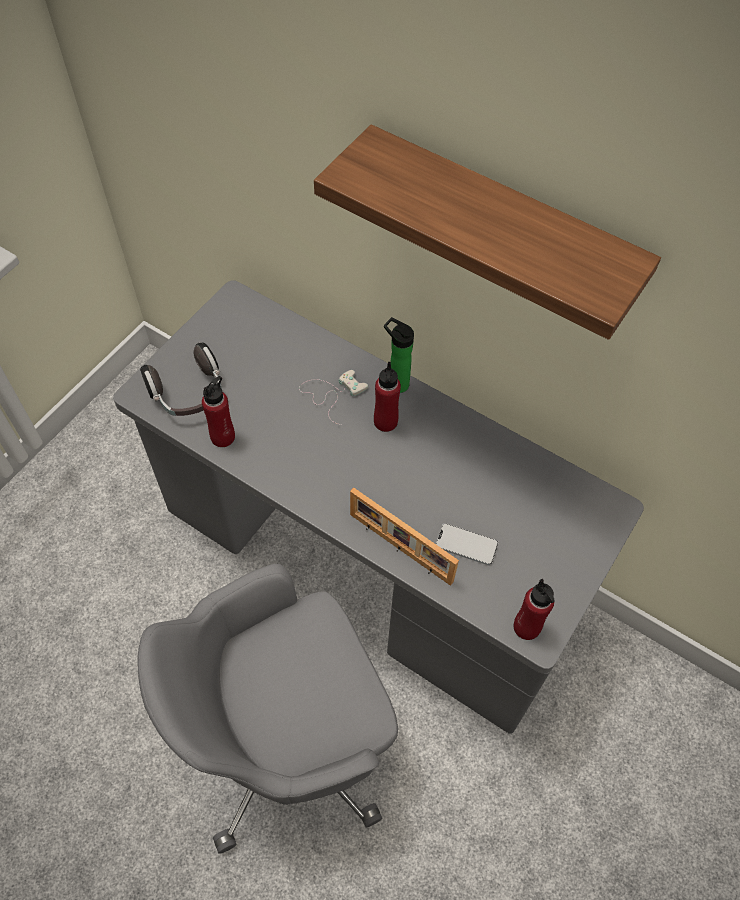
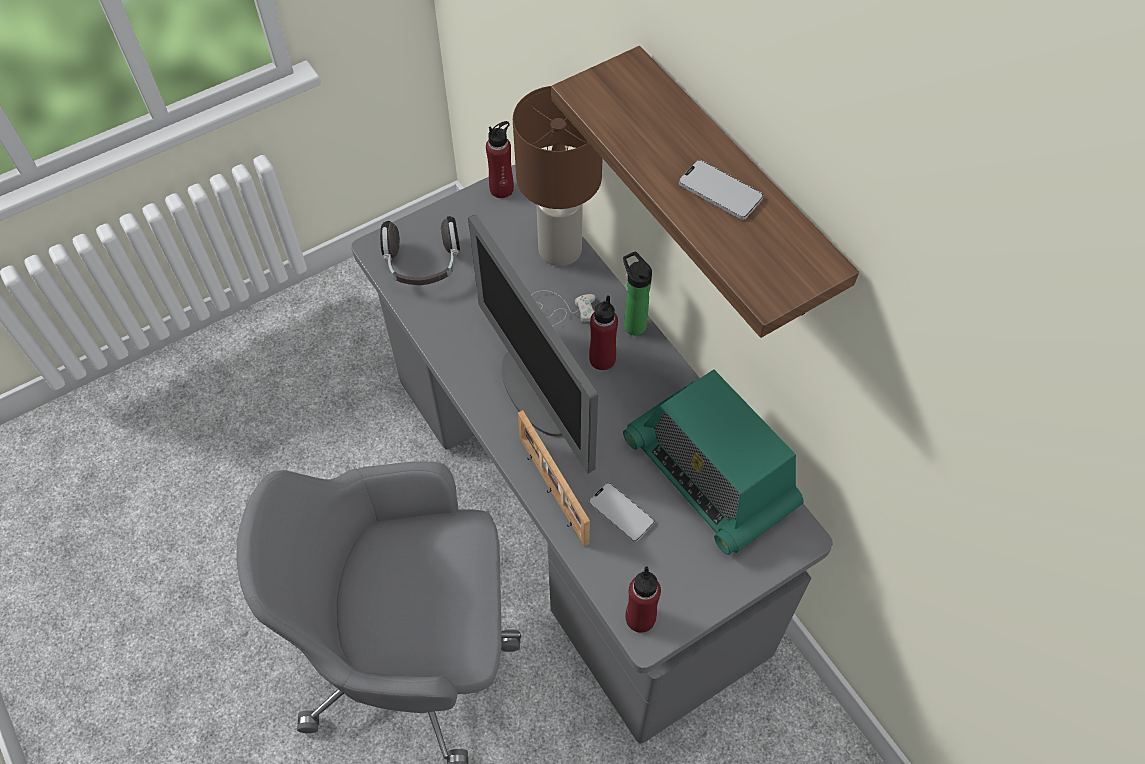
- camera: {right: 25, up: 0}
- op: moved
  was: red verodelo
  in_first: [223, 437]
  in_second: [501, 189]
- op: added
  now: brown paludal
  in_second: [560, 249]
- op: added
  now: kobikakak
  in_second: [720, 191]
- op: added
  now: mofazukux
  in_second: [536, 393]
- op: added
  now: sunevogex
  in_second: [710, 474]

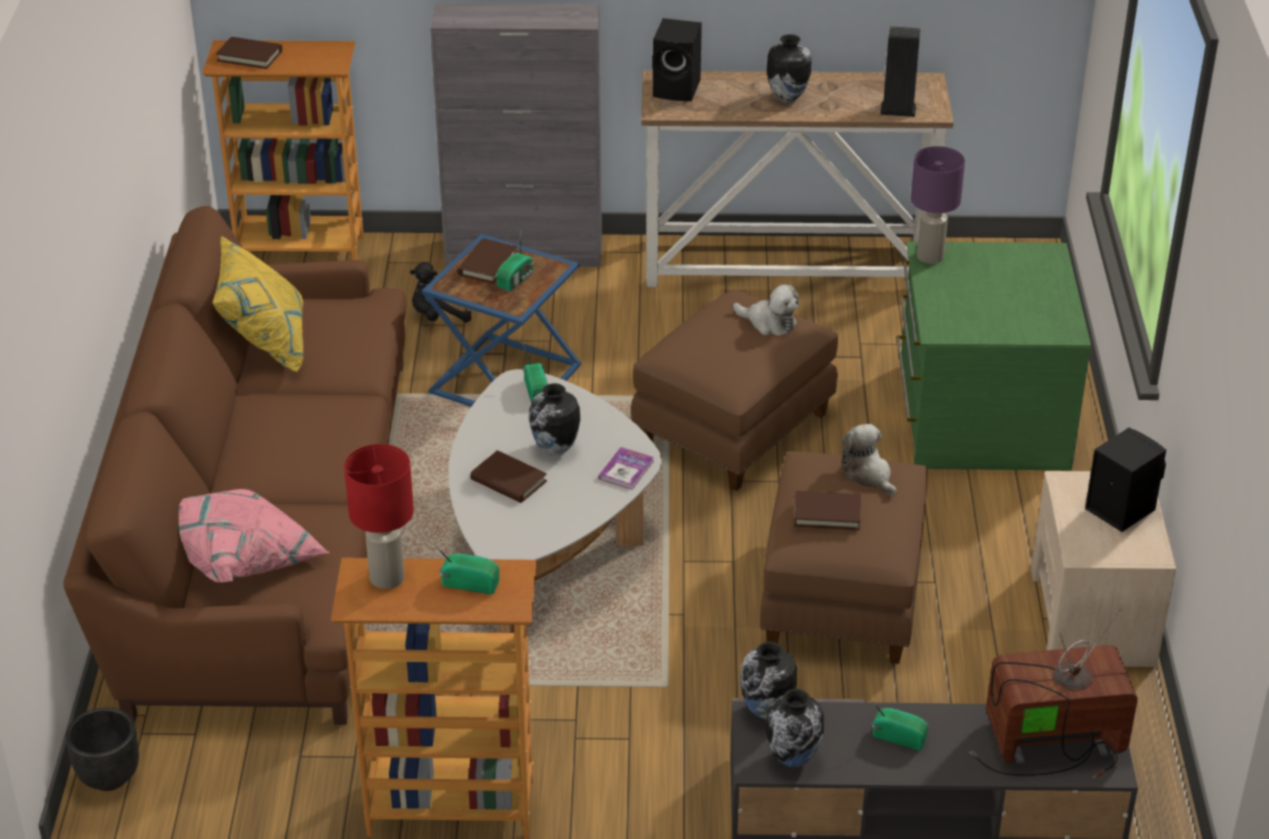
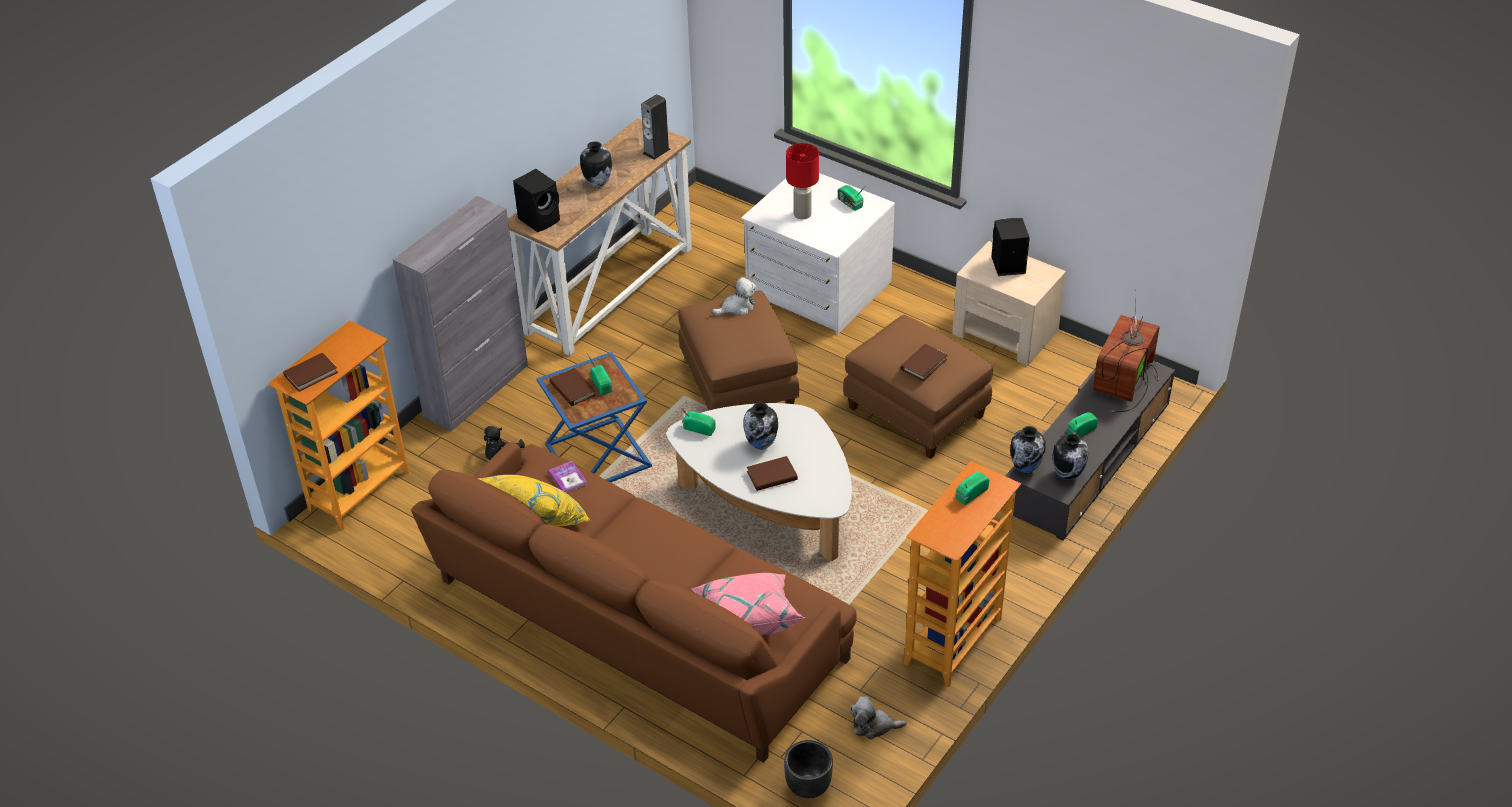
- camera: {right: -55, up: 5}
- op: removed
  was: purple paludal
  in_first: [931, 257]
- op: recoloured
  was: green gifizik
  now: white gifizik
  in_first: [979, 416]
  in_second: [817, 289]
- op: moved
  was: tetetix
  in_first: [868, 475]
  in_second: [874, 726]
- op: moved
  was: red paludal
  in_first: [388, 578]
  in_second: [803, 214]
- op: moved
  was: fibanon
  in_first: [626, 470]
  in_second: [567, 478]
- op: added
  now: sunevogex
  in_second: [850, 203]

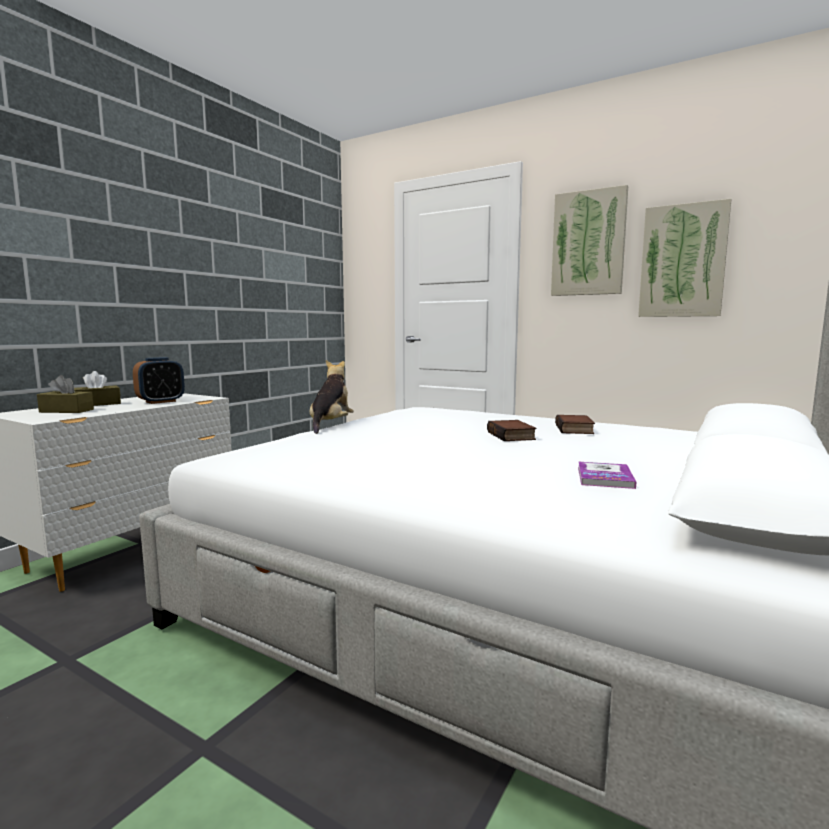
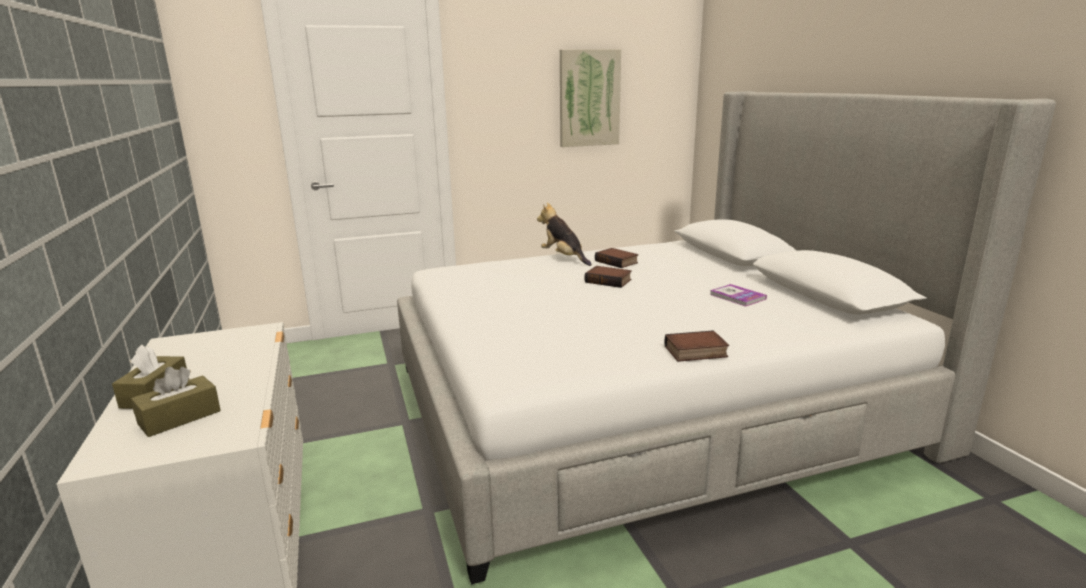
- camera: {right: -50, up: 10}
- op: removed
  was: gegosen
  in_first: [588, 243]
- op: removed
  was: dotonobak
  in_first: [161, 401]
- op: moved
  was: tetetix
  in_first: [330, 425]
  in_second: [564, 258]
- op: added
  now: fibanon
  in_second: [695, 352]

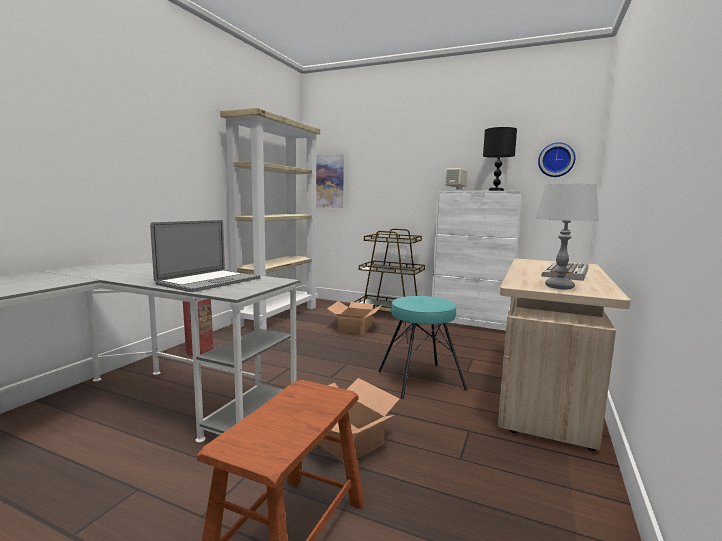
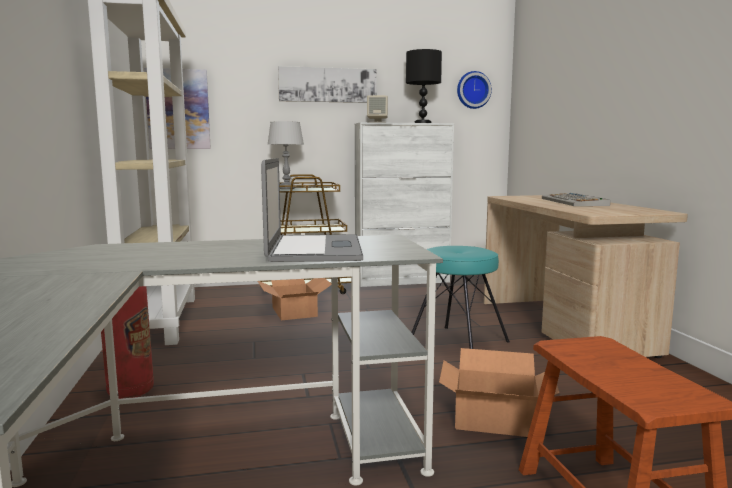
- camera: {right: -35, up: 0}
- op: moved
  was: grey paludal
  in_first: [559, 287]
  in_second: [287, 188]
- op: added
  now: gegosen
  in_second: [327, 85]

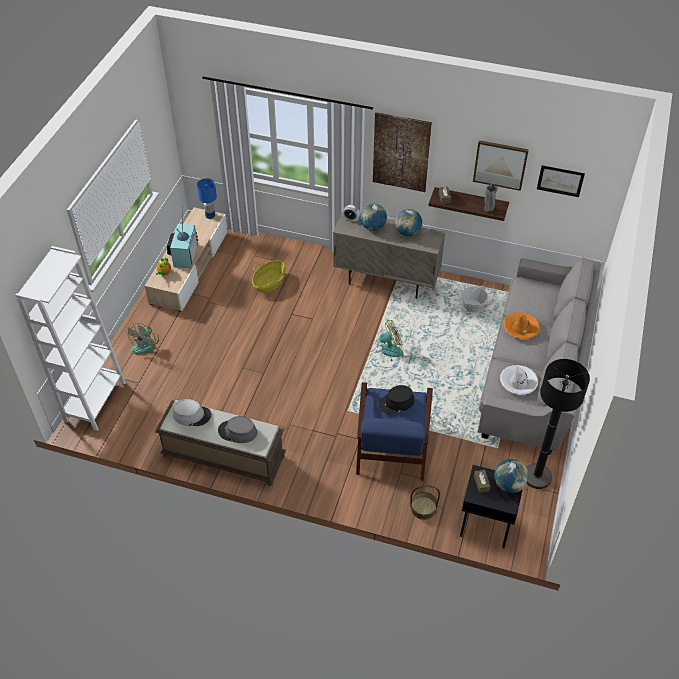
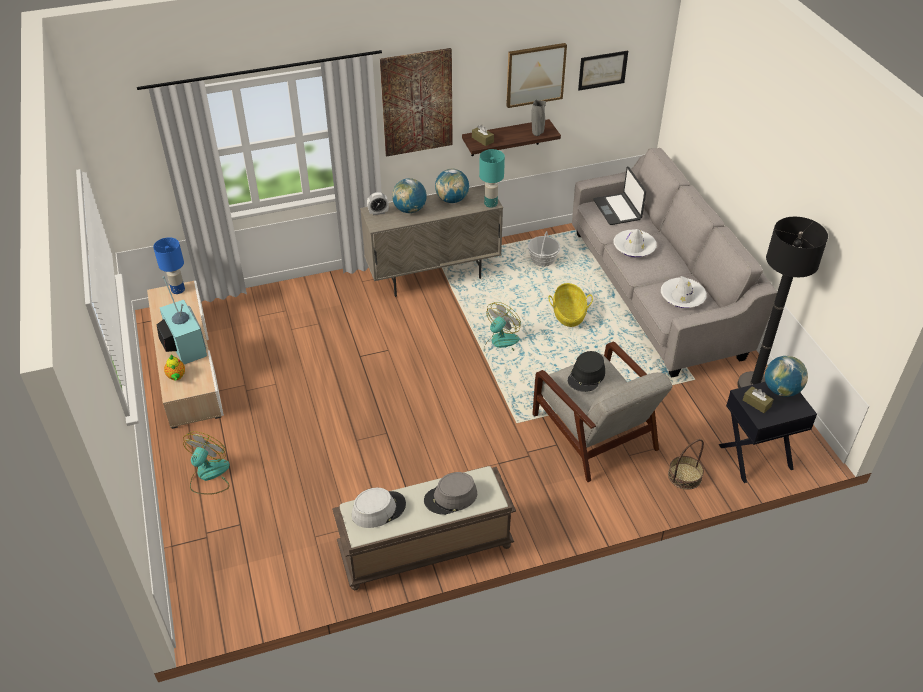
- camera: {right: -35, up: -5}
- op: removed
  was: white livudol
  in_first: [95, 401]
- op: moved
  was: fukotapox
  in_first: [269, 283]
  in_second: [569, 314]
- op: recoloured
  was: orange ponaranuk
  now: white ponaranuk
  in_first: [520, 328]
  in_second: [634, 247]
- op: turned
  was: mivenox
  in_first: [146, 344]
  in_second: [209, 475]
  clockwise: -150
- op: recoloured
  was: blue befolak
  now: grey befolak
  in_first: [392, 446]
  in_second: [595, 433]
- op: added
  now: turquoise paludal
  in_second: [491, 203]
- op: added
  now: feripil
  in_second: [618, 210]

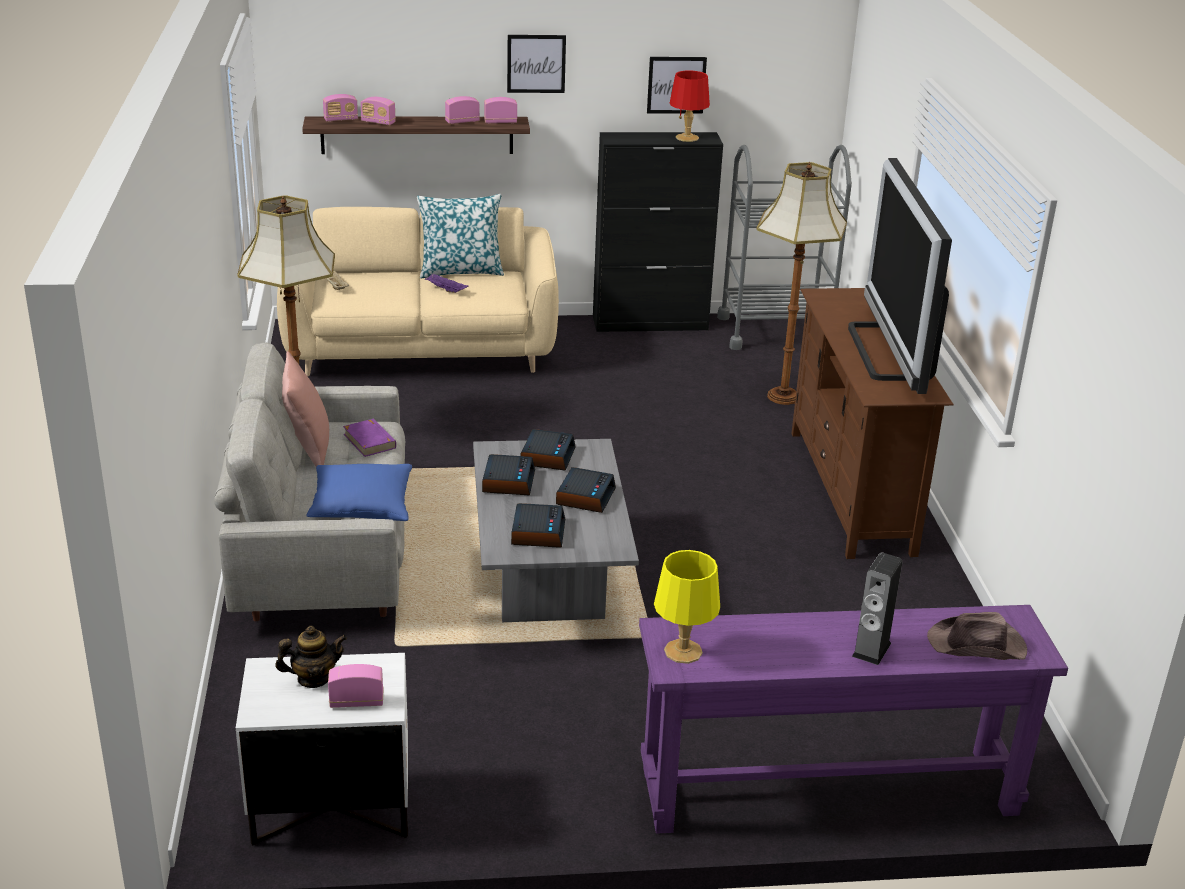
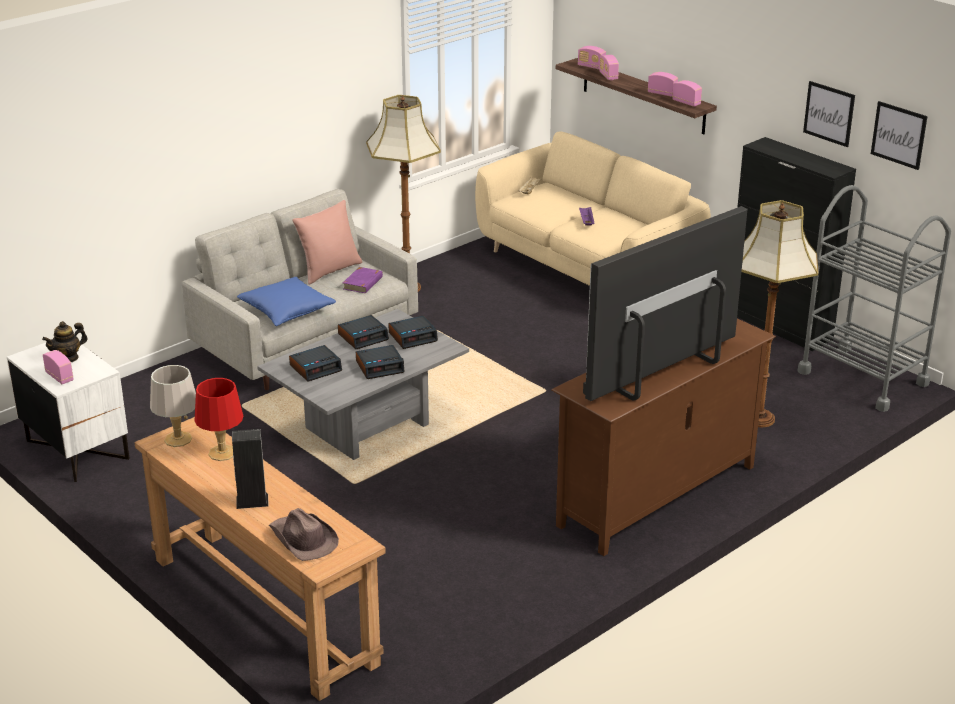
- camera: {right: 55, up: 0}
- op: moved
  was: gegosen
  in_first: [536, 63]
  in_second: [899, 135]
- op: moved
  was: red paludal
  in_first: [687, 138]
  in_second: [222, 453]
- op: removed
  was: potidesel
  in_first: [461, 271]
- op: recoloured
  was: yellow paludal
  now: grey paludal
  in_first: [682, 652]
  in_second: [177, 439]
- op: recoloured
  was: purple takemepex
  now: brown takemepex
  in_first: [828, 790]
  in_second: [263, 610]
- op: turned
  was: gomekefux
  in_first: [313, 678]
  in_second: [68, 358]
  clockwise: 105

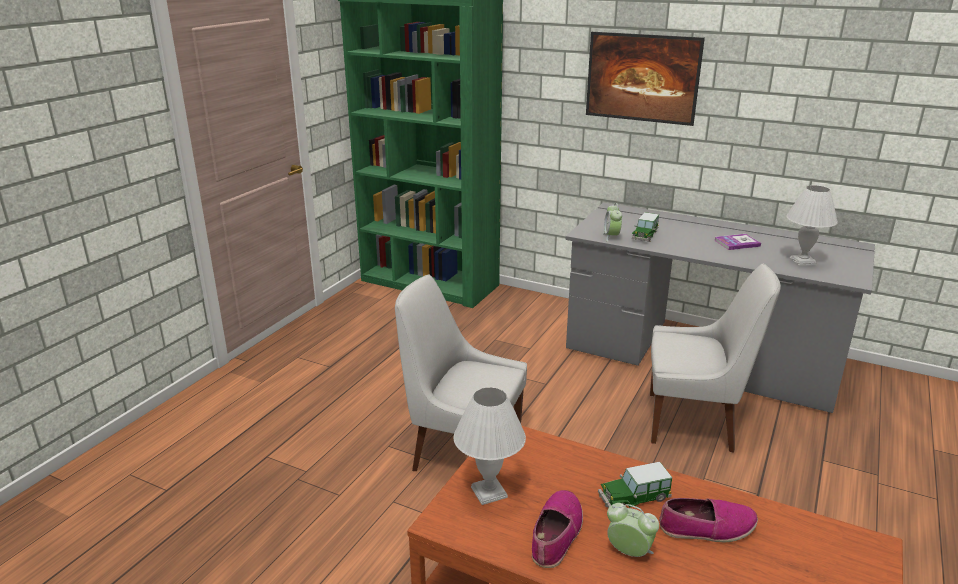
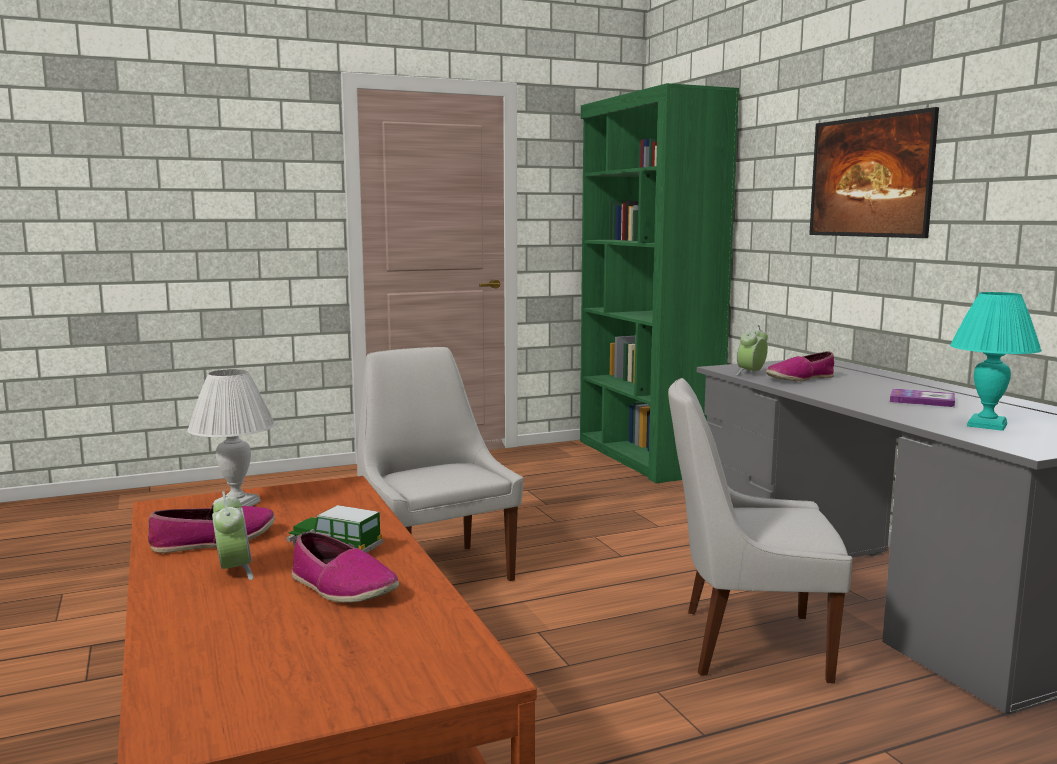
- camera: {right: 40, up: -15}
- op: recoloured
  was: white paludal
  now: turquoise paludal
  in_first: [802, 262]
  in_second: [985, 425]
- op: replaced
  was: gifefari
  now: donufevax
  in_first: [645, 235]
  in_second: [799, 379]
- op: turned
  was: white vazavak
  in_first: [694, 422]
  in_second: [747, 644]
  clockwise: 135

